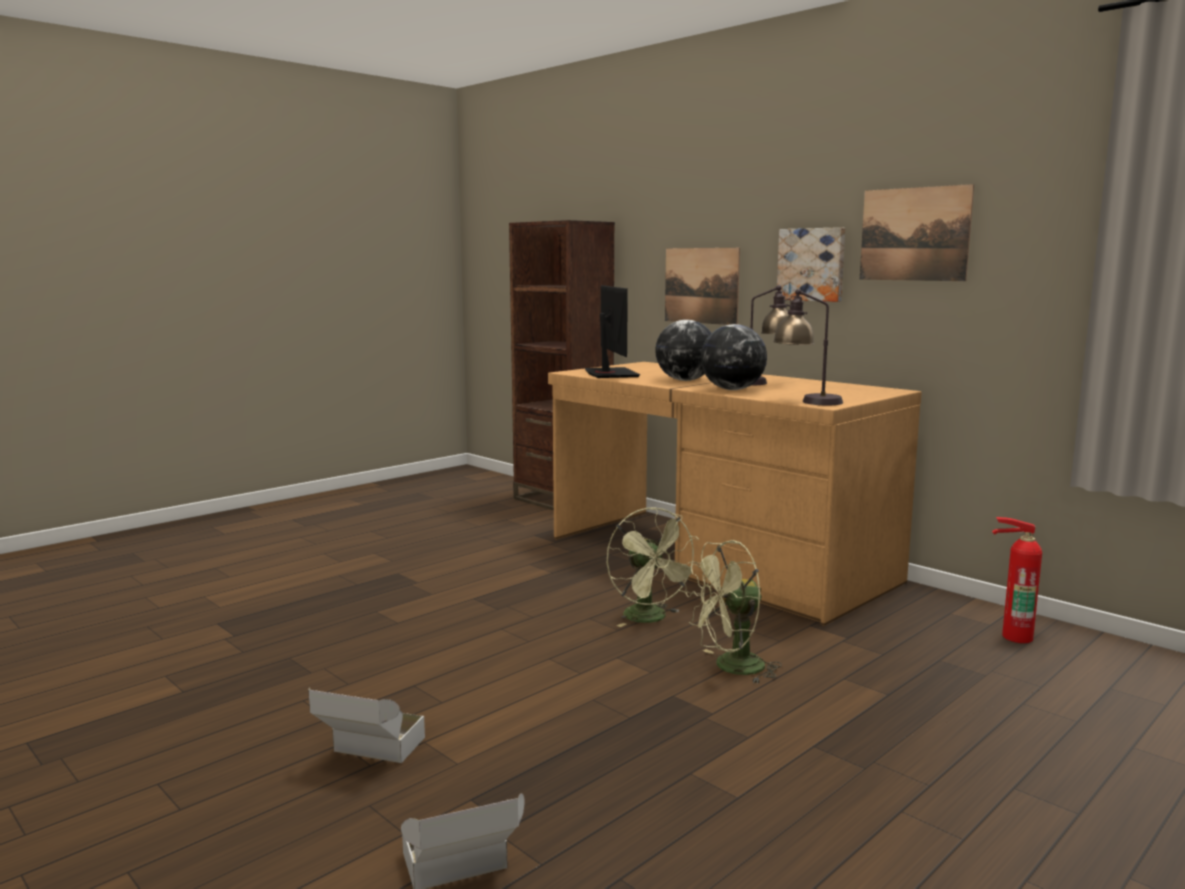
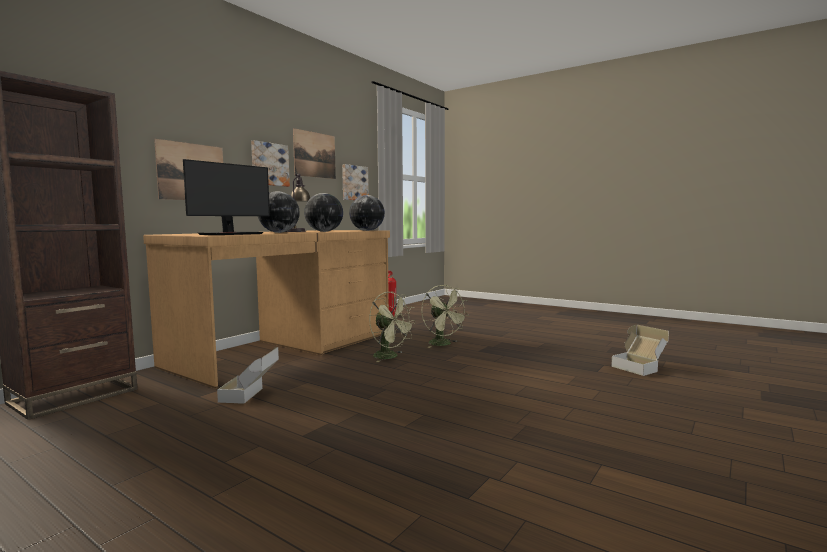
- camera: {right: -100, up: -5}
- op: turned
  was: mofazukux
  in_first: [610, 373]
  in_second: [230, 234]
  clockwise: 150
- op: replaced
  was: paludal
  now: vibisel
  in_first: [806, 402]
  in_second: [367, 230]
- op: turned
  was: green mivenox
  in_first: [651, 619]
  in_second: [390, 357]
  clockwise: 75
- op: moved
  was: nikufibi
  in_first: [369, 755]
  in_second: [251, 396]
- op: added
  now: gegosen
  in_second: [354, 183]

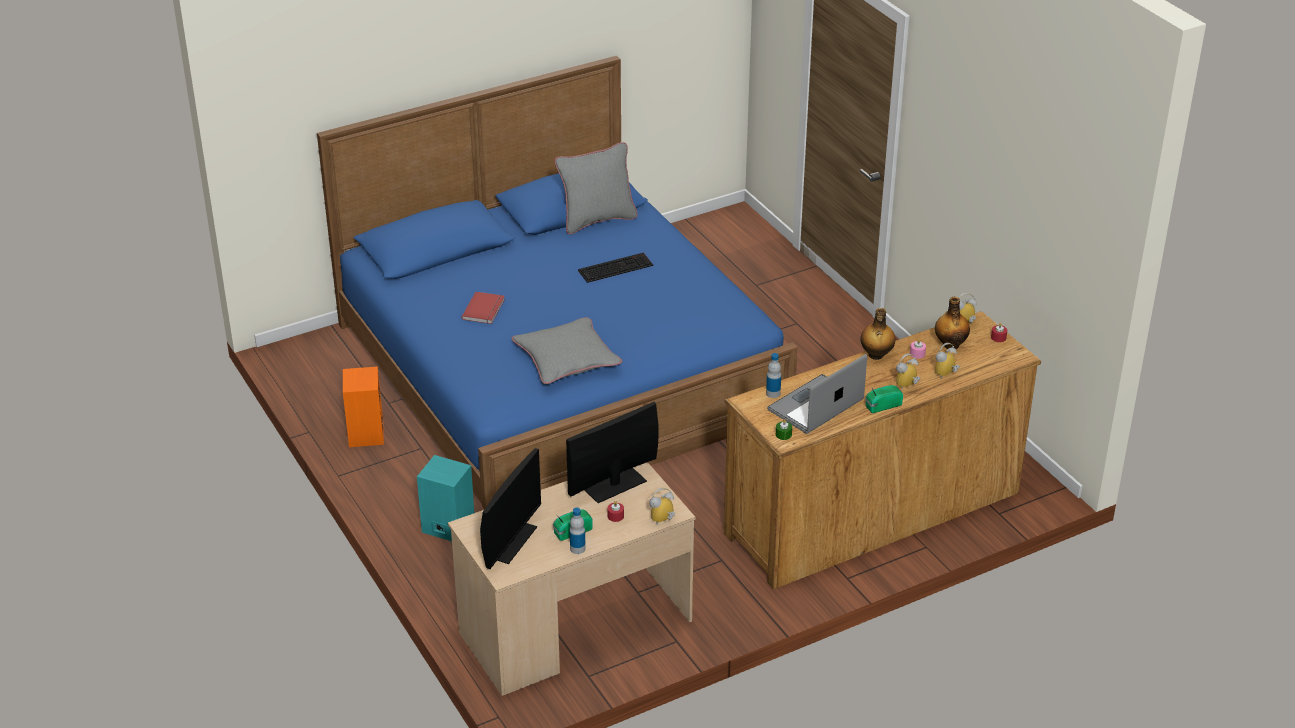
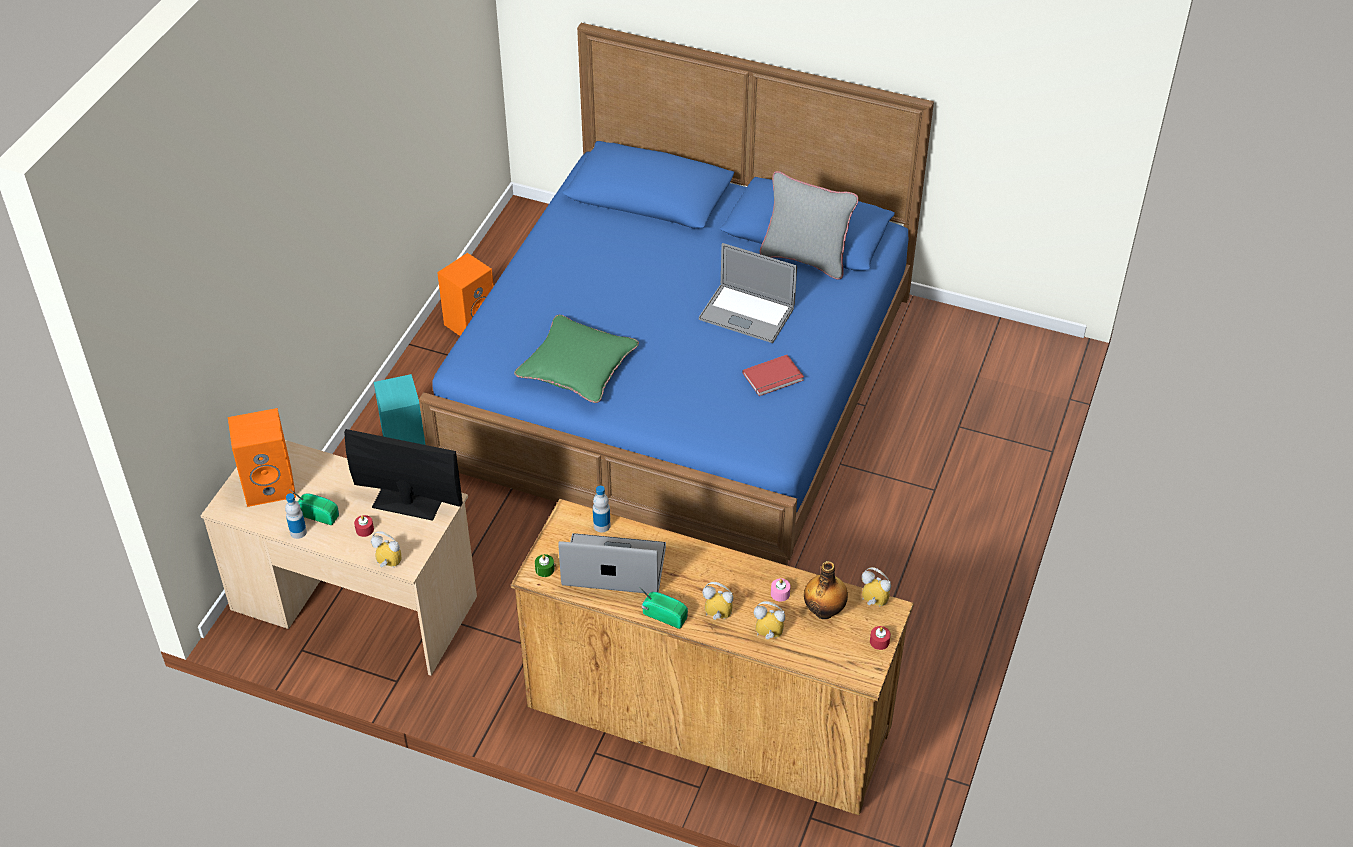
- camera: {right: 50, up: 10}
- op: replaced
  was: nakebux
  now: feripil
  in_first: [615, 267]
  in_second: [746, 313]
- op: moved
  was: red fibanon
  in_first: [485, 309]
  in_second: [774, 378]
- op: removed
  was: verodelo
  in_first: [876, 355]
- op: recoloured
  was: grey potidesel
  now: green potidesel
  in_first: [566, 358]
  in_second: [577, 366]
- op: replaced
  was: mofazukux
  now: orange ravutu
  in_first: [510, 541]
  in_second: [270, 485]

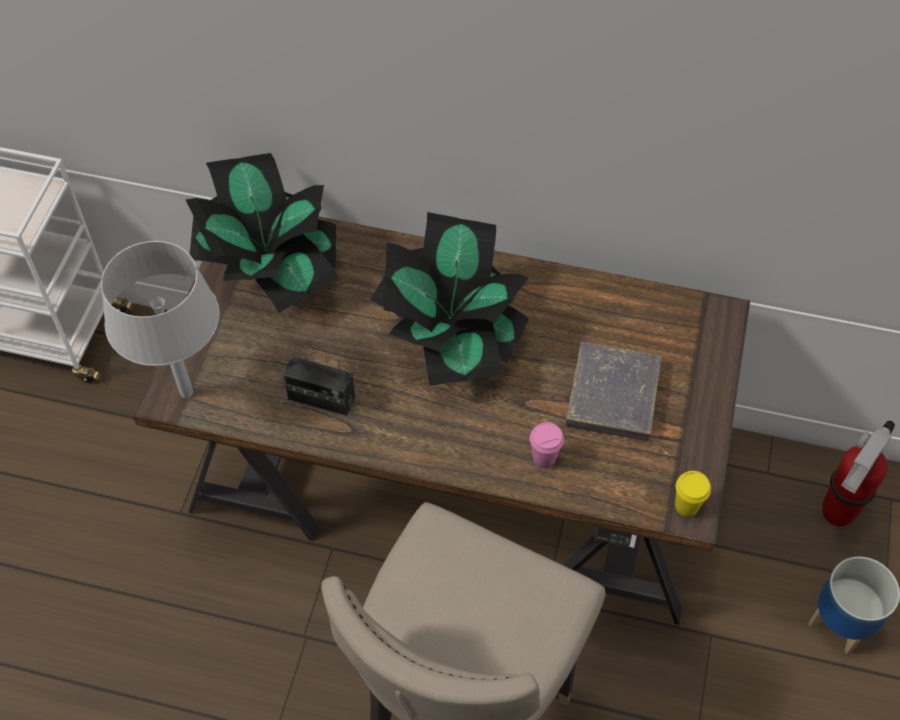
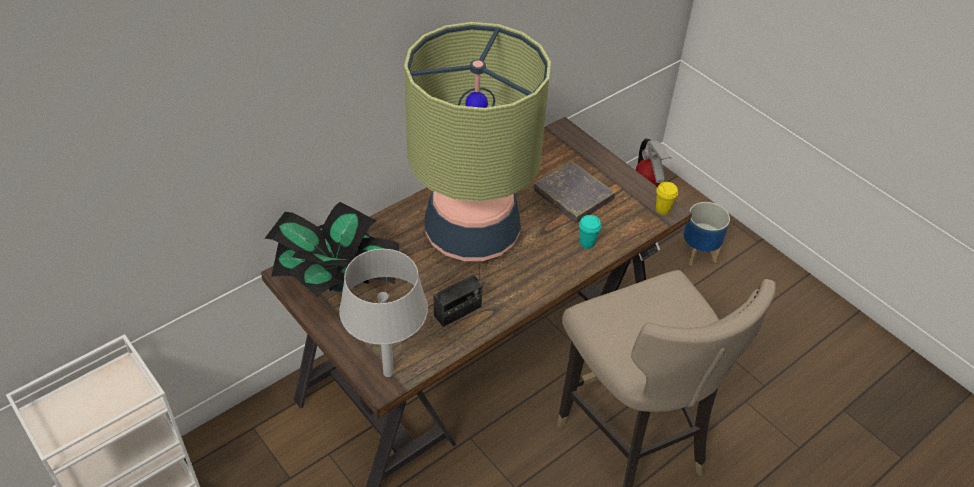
- camera: {right: -55, up: -10}
- op: replaced
  was: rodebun
  now: paludal
  in_first: [452, 336]
  in_second: [472, 232]
- op: recoloured
  was: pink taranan
  now: turquoise taranan
  in_first: [544, 458]
  in_second: [587, 243]

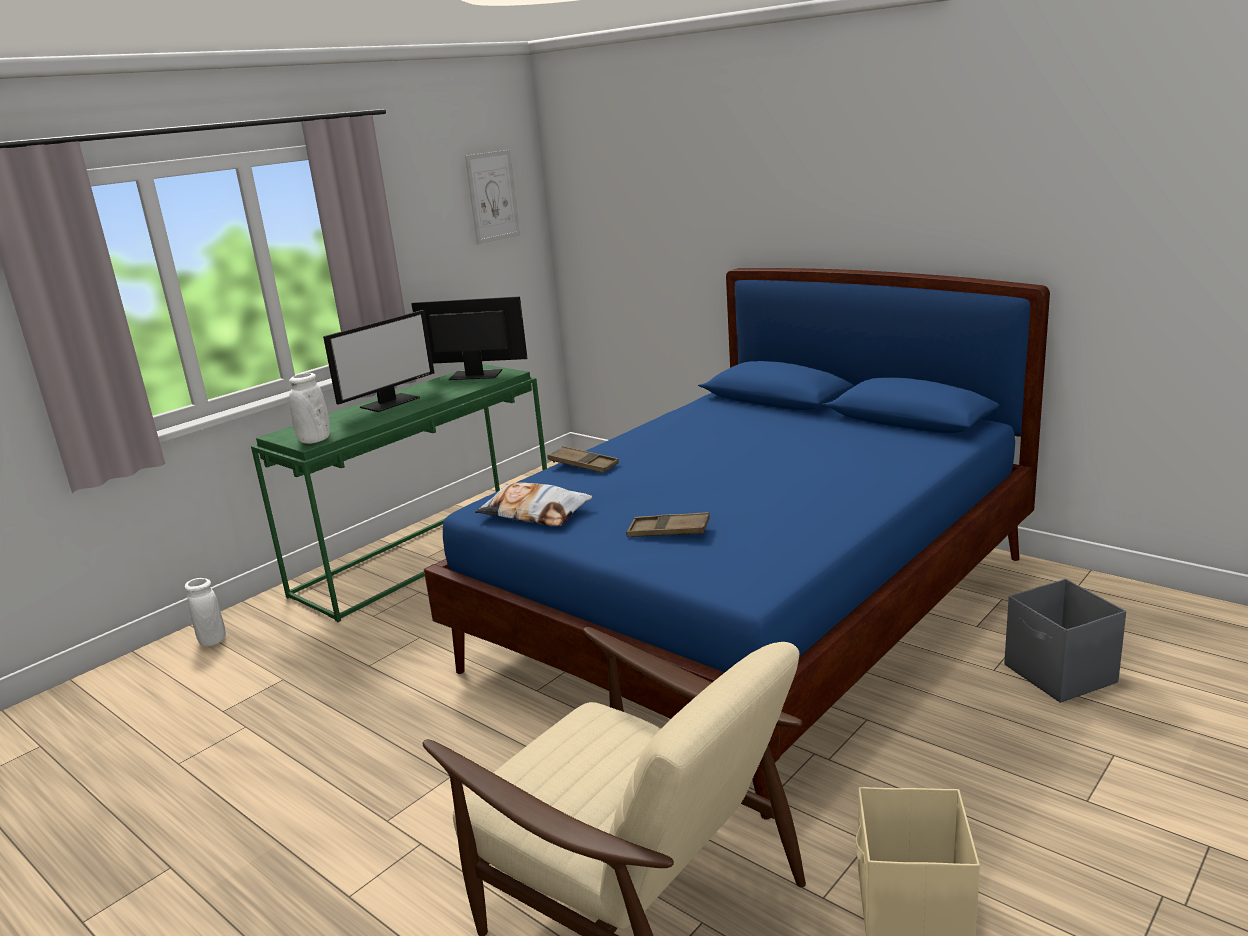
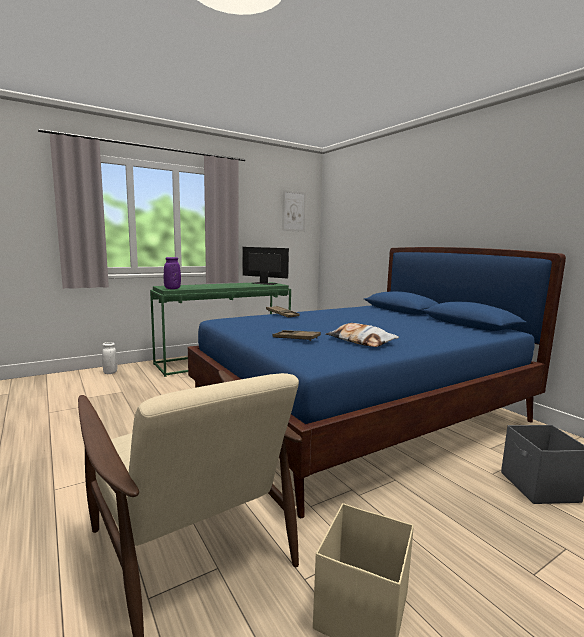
- camera: {right: 15, up: -10}
- op: removed
  was: mofazukux
  in_first: [389, 402]
- op: recoloured
  was: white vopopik
  now: purple vopopik
  in_first: [314, 440]
  in_second: [172, 288]
- op: moved
  was: potidesel
  in_first: [534, 513]
  in_second: [361, 341]

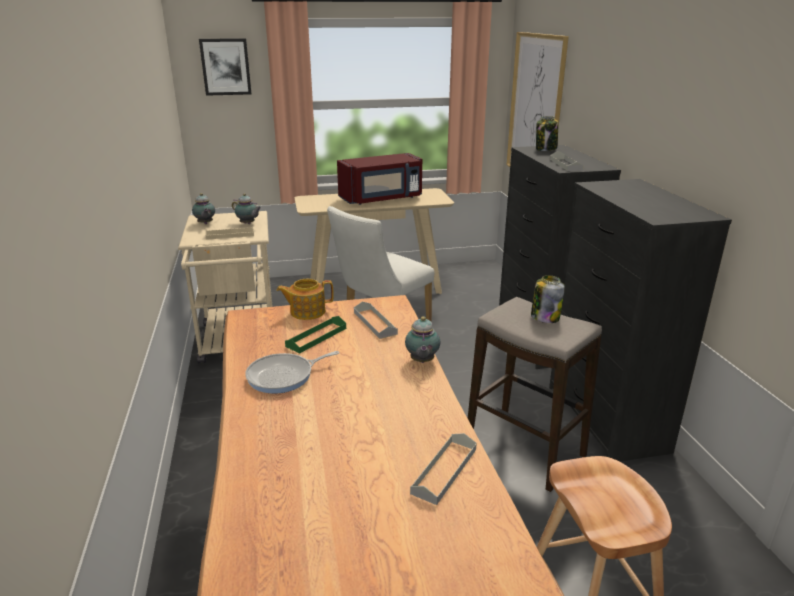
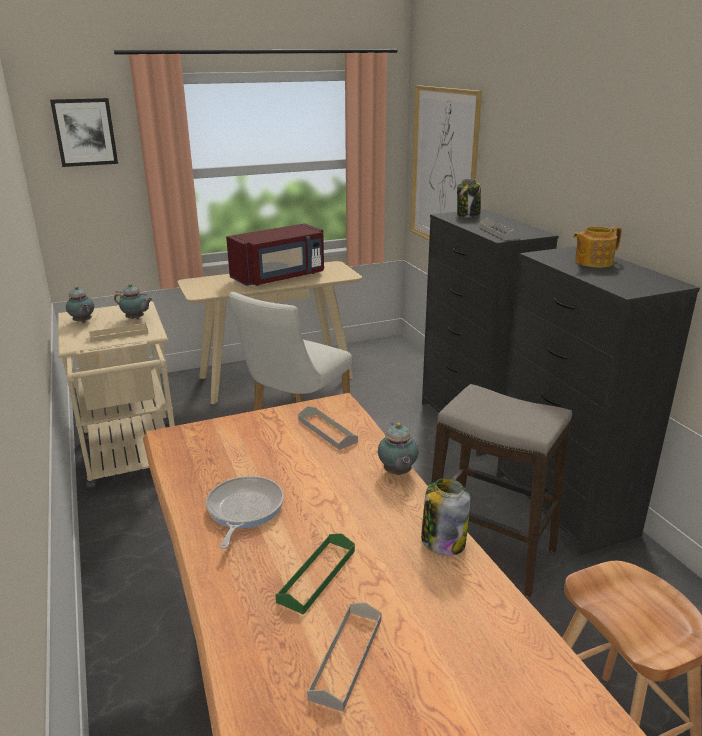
- camera: {right: -10, up: 0}
- op: moved
  was: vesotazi
  in_first: [544, 317]
  in_second: [442, 541]
- op: moved
  was: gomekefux
  in_first: [307, 312]
  in_second: [592, 262]
- op: moved
  was: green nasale
  in_first: [316, 337]
  in_second: [317, 575]
- op: turned
  was: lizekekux
  in_first: [284, 376]
  in_second: [243, 510]
  clockwise: 135
- op: moved
  was: grey nasale
  in_first: [444, 471]
  in_second: [346, 658]

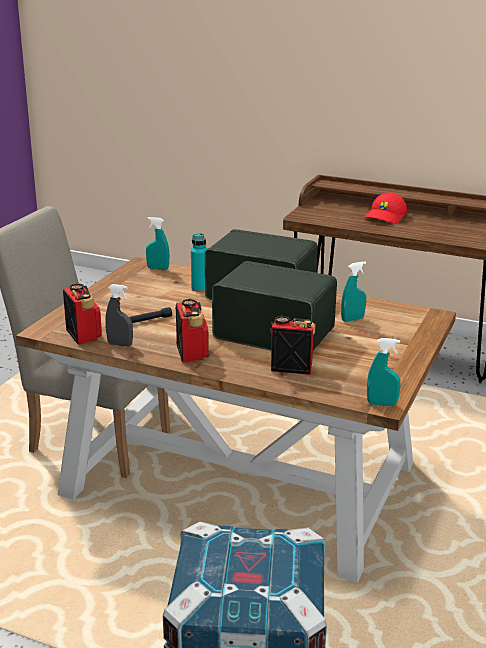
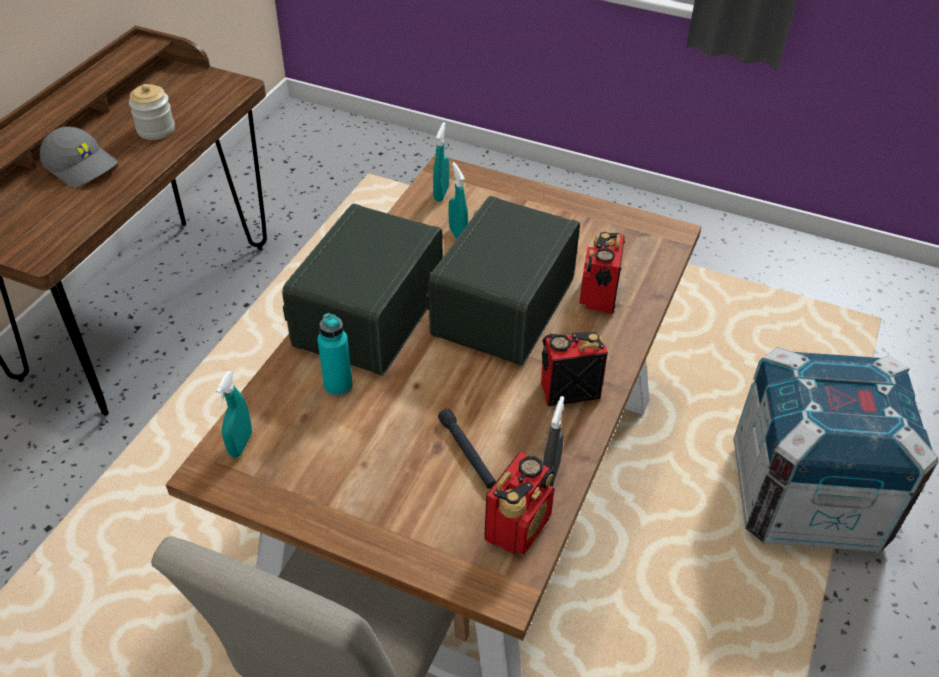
- camera: {right: -90, up: 20}
- op: recoloured
  was: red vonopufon
  now: grey vonopufon
  in_first: [386, 217]
  in_second: [82, 165]
- op: turned
  was: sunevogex
  in_first: [83, 335]
  in_second: [518, 526]
  clockwise: 150
- op: moved
  was: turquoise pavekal
  in_first: [381, 404]
  in_second: [441, 193]
- op: added
  now: vesotazi
  in_second: [156, 130]

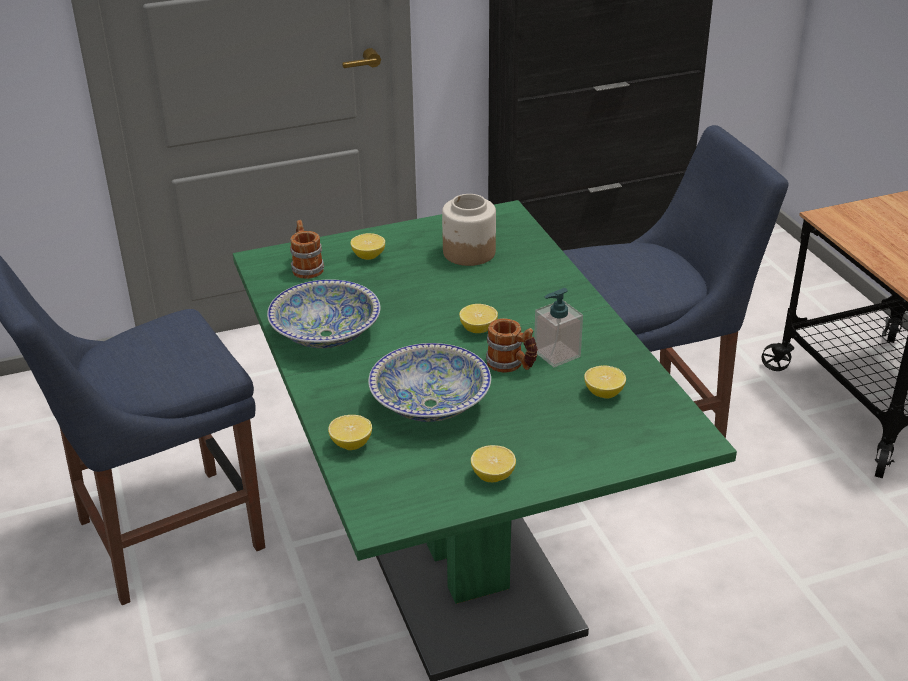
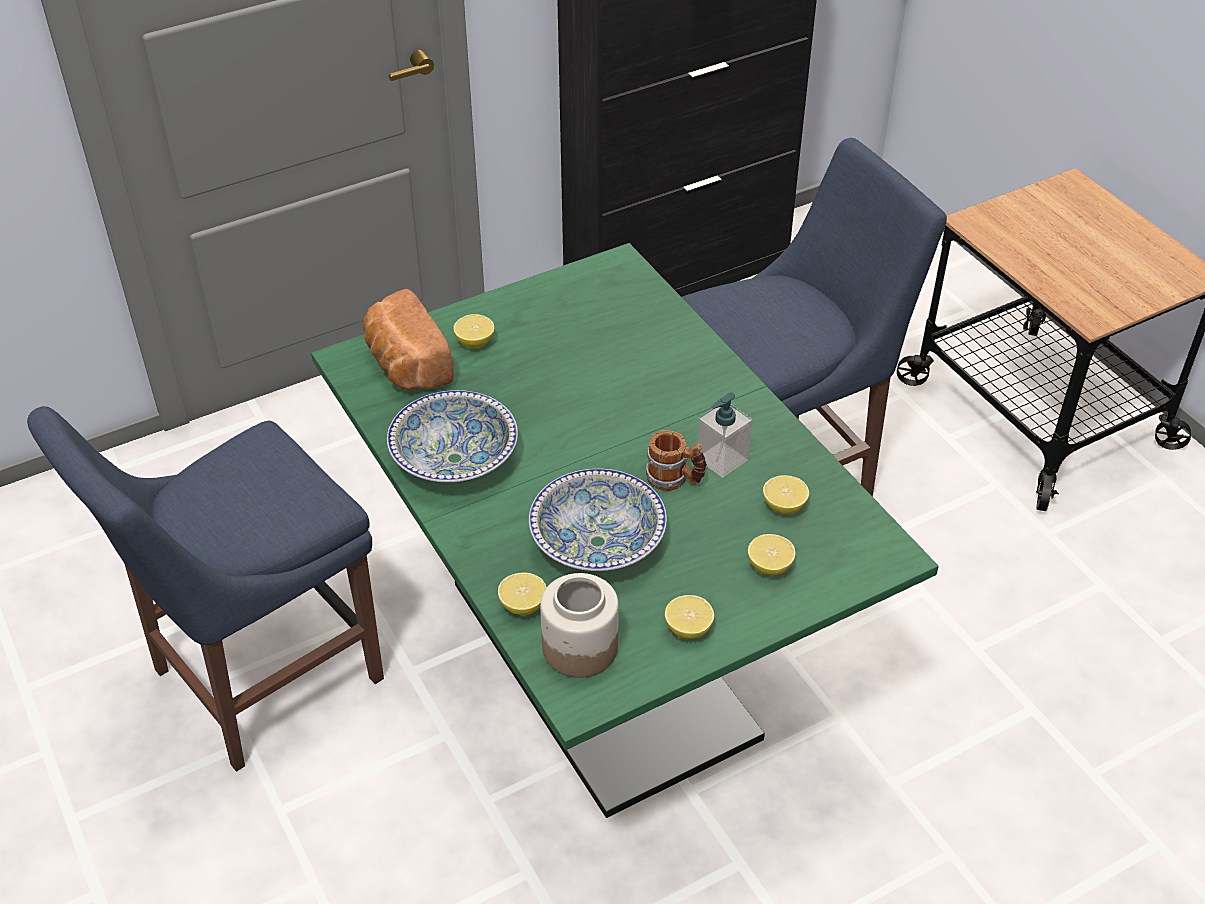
- camera: {right: -10, up: 10}
- op: moved
  was: vesotazi
  in_first: [468, 252]
  in_second: [579, 647]
- op: replaced
  was: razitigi
  now: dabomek
  in_first: [306, 267]
  in_second: [405, 365]
- op: moved
  was: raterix
  in_first: [478, 329]
  in_second: [769, 566]

